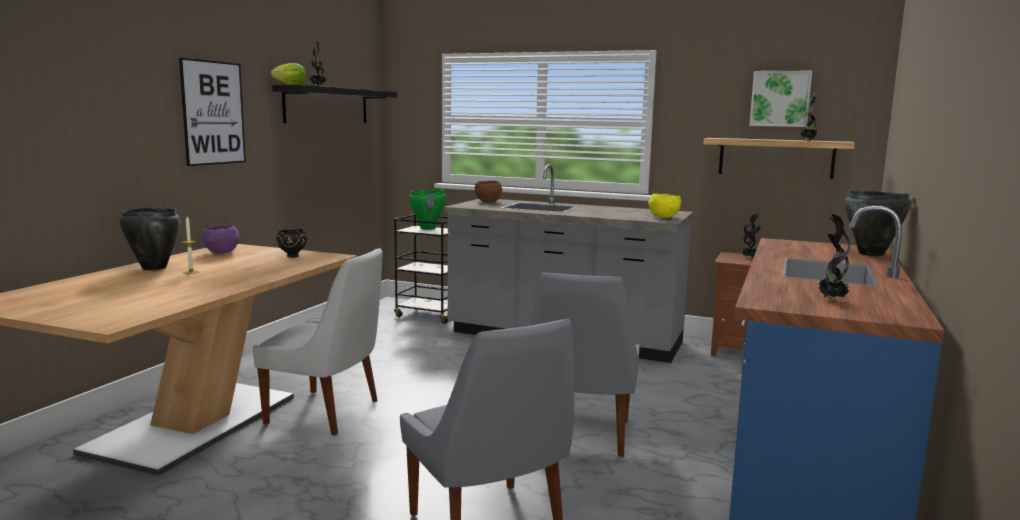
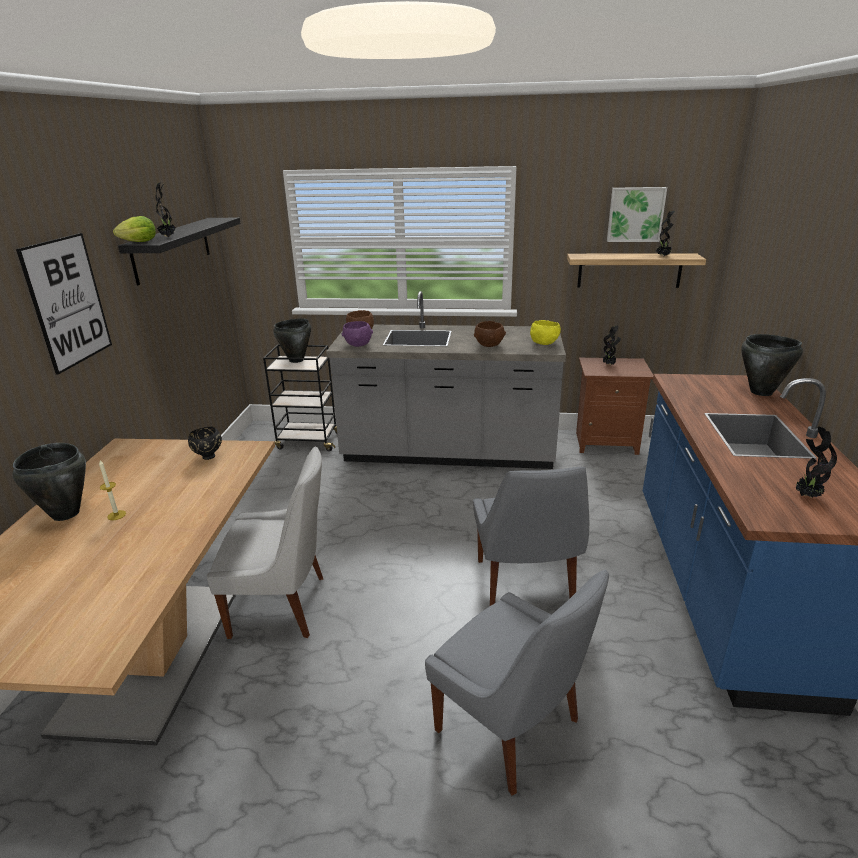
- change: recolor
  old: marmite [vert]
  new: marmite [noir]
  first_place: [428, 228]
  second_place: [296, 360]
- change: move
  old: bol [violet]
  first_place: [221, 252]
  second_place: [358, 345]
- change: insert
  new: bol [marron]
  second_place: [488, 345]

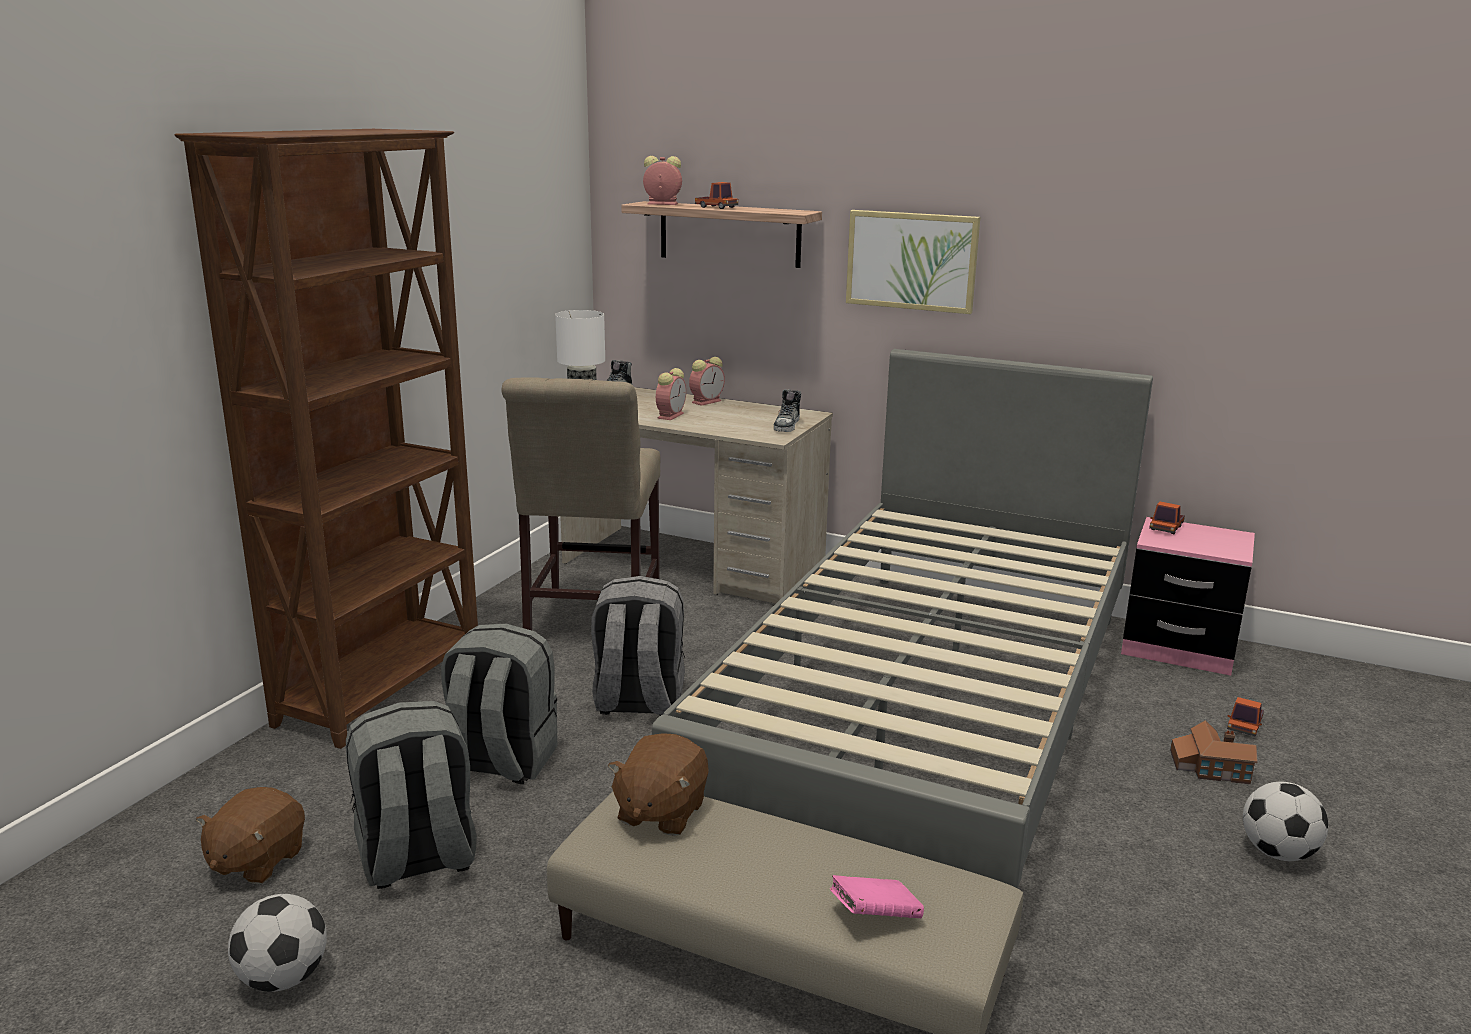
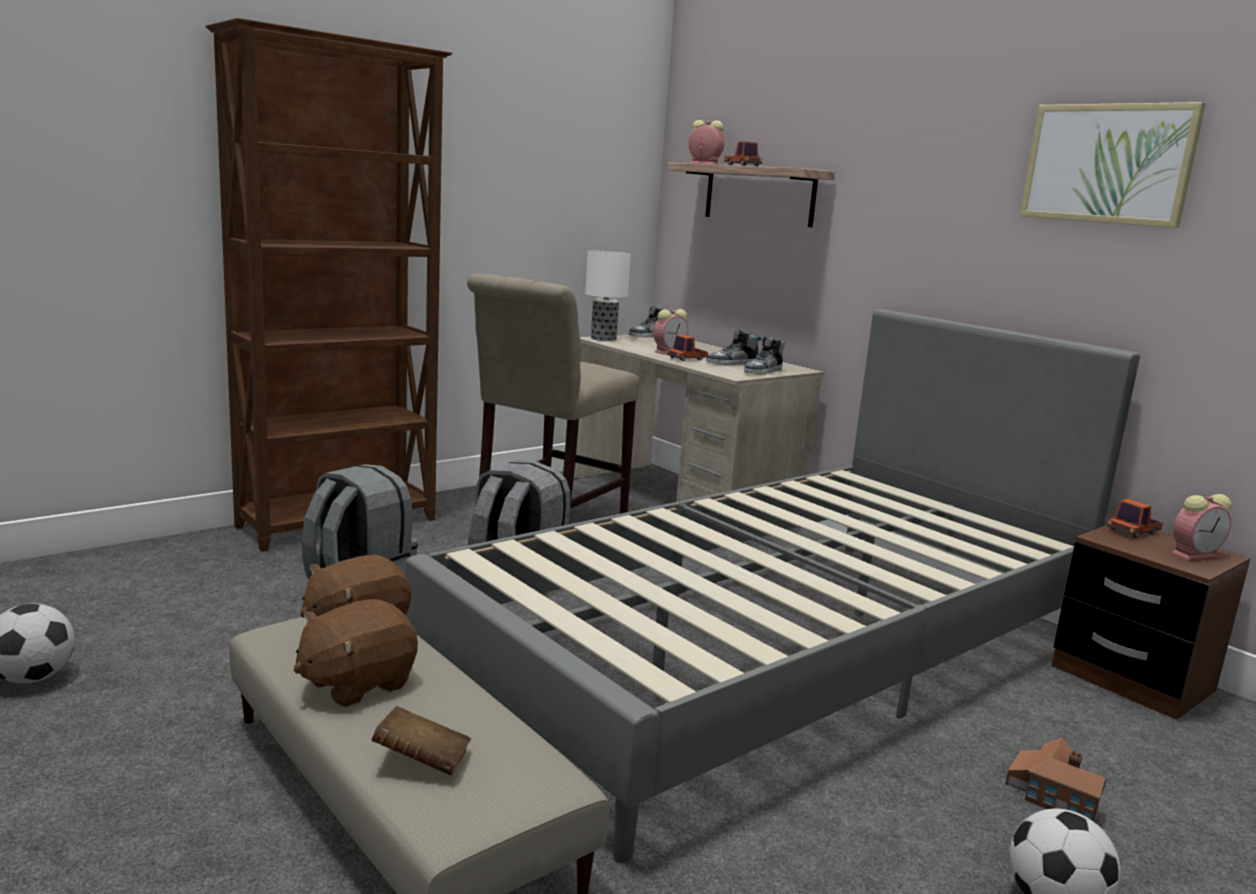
- change: move
  old: peluche [marron]
  first_place: [256, 861]
  second_place: [356, 683]
- change: recolor
  old: livre [rose]
  new: livre [marron]
  first_place: [875, 915]
  second_place: [422, 761]
- change: move
  old: camion jouet
  first_place: [1244, 726]
  second_place: [687, 359]
- change: insert
  new: chaussure
  second_place: [732, 363]
- change: move
  old: tableau
  first_place: [911, 261]
  second_place: [1108, 164]
- change: recolor
  old: table de chevet [rose]
  new: table de chevet [marron]
  first_place: [1178, 648]
  second_place: [1131, 679]
- change: move
  old: réveil
  first_place: [707, 401]
  second_place: [1195, 555]
- change: delete
  old: sac à dos [gris]
  first_place: [417, 859]

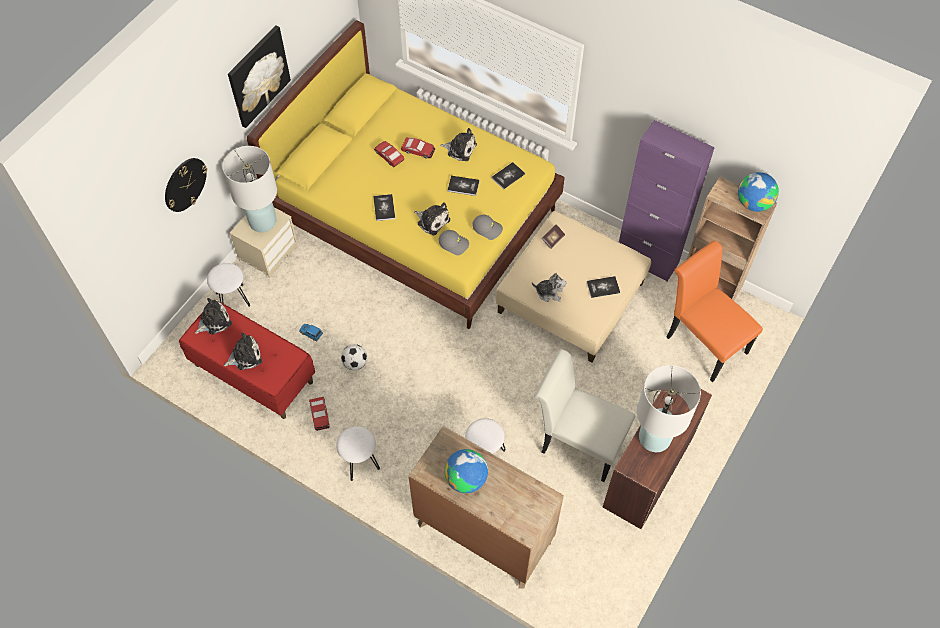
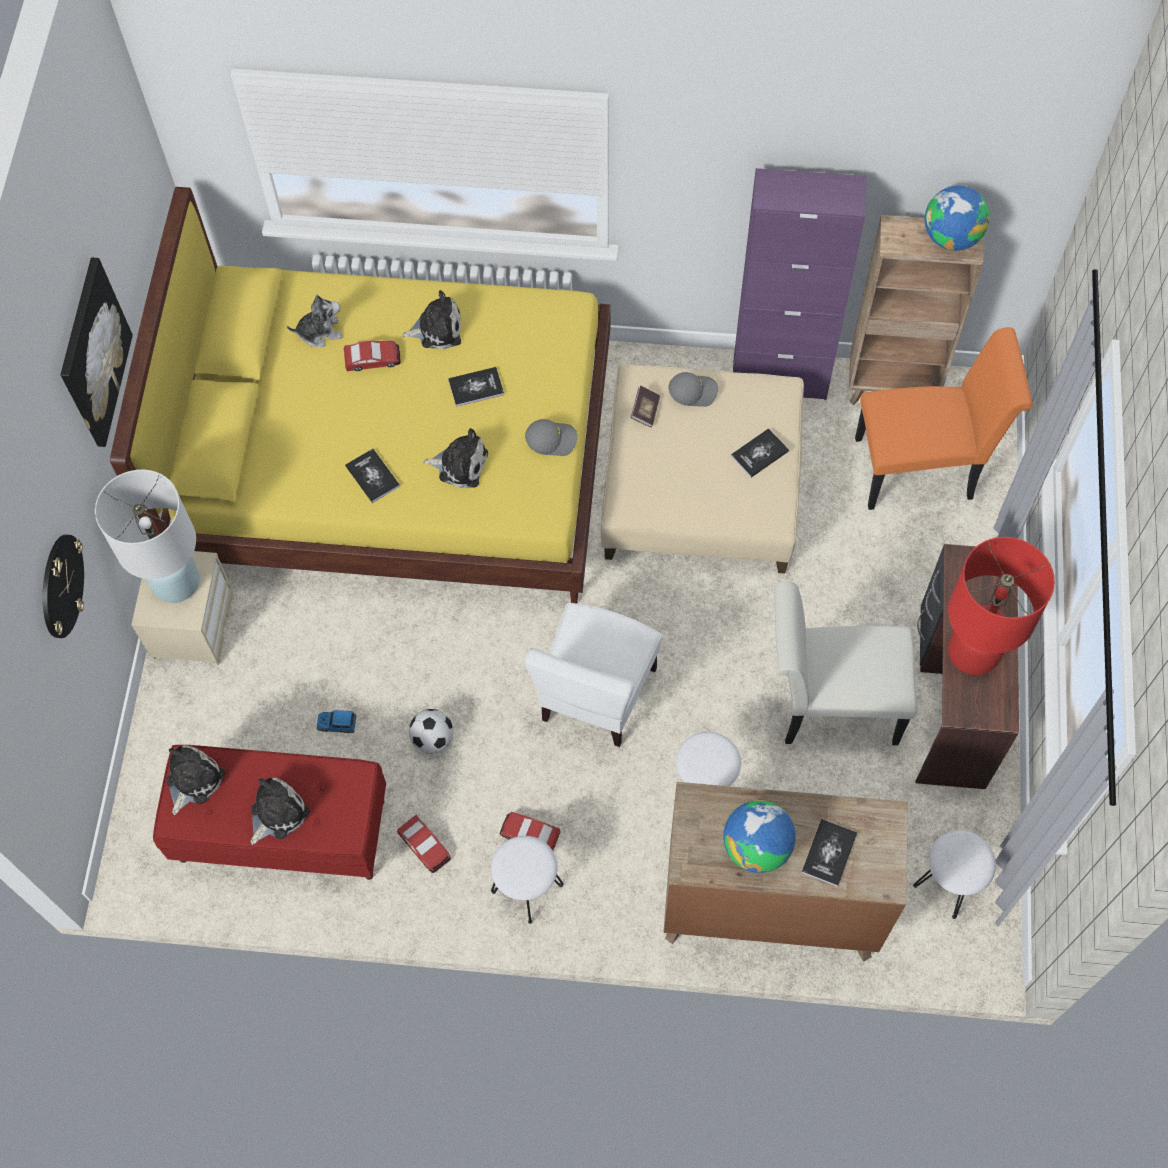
- change: move
  old: peluche
  first_place: [549, 292]
  second_place: [320, 332]
- change: move
  old: petite voiture
  first_place: [389, 156]
  second_place: [530, 834]
- change: insert
  new: chaise [blanc]
  second_place: [596, 694]
- change: move
  old: casquette [gris]
  first_place: [454, 244]
  second_place: [693, 391]
- change: move
  old: livre
  first_place: [508, 176]
  second_place: [829, 853]
- change: rotate
  old: chaise [orange]
  first_place: [702, 341]
  second_place: [923, 468]
  degrees: 150
- change: move
  old: tabouret [blanc]
  first_place: [233, 299]
  second_place: [949, 883]
- change: recolor
  old: lampe de table [blanc]
  new: lampe de table [rouge]
  first_place: [654, 437]
  second_place: [973, 651]

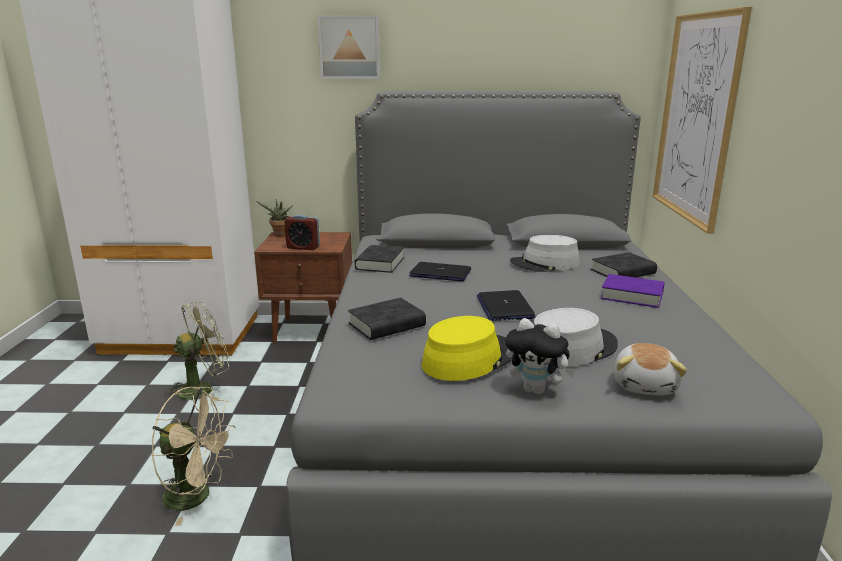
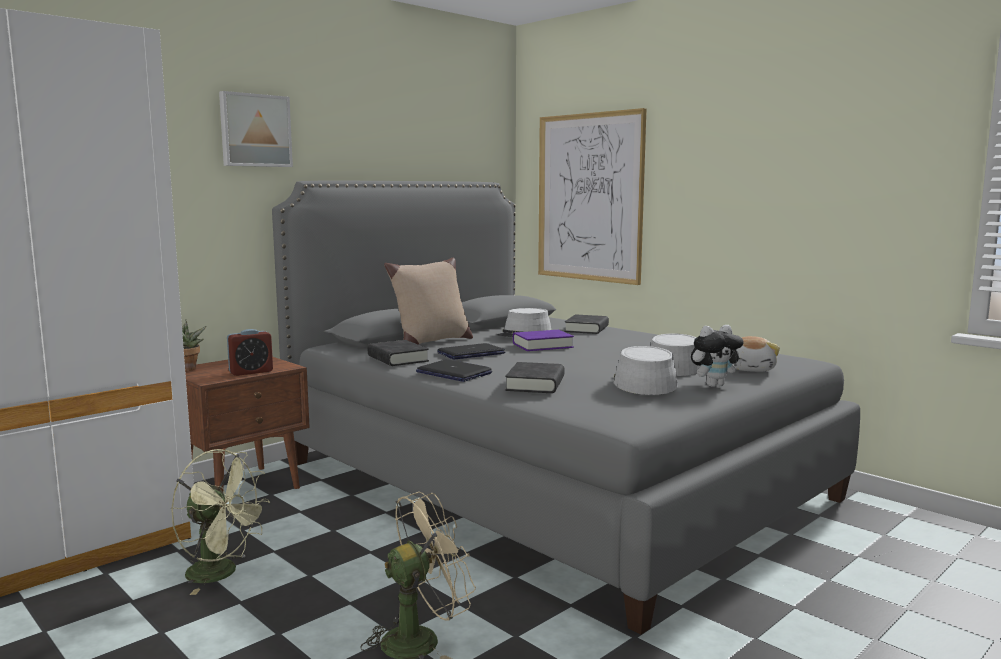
- change: rotate
  old: ventilateur [vert]
  first_place: [203, 388]
  second_place: [221, 574]
  degrees: 105
- change: insert
  new: coussin [beige]
  second_place: [431, 341]
- change: move
  old: ordinateur portable
  first_place: [504, 307]
  second_place: [453, 373]
- change: move
  old: livre [violet]
  first_place: [632, 296]
  second_place: [542, 345]
- change: recolor
  old: chapeau [jaune]
  new: chapeau [gris]
  first_place: [468, 358]
  second_place: [644, 382]
- change: rotate
  old: peluche
  first_place: [645, 385]
  second_place: [751, 369]
  degrees: 45

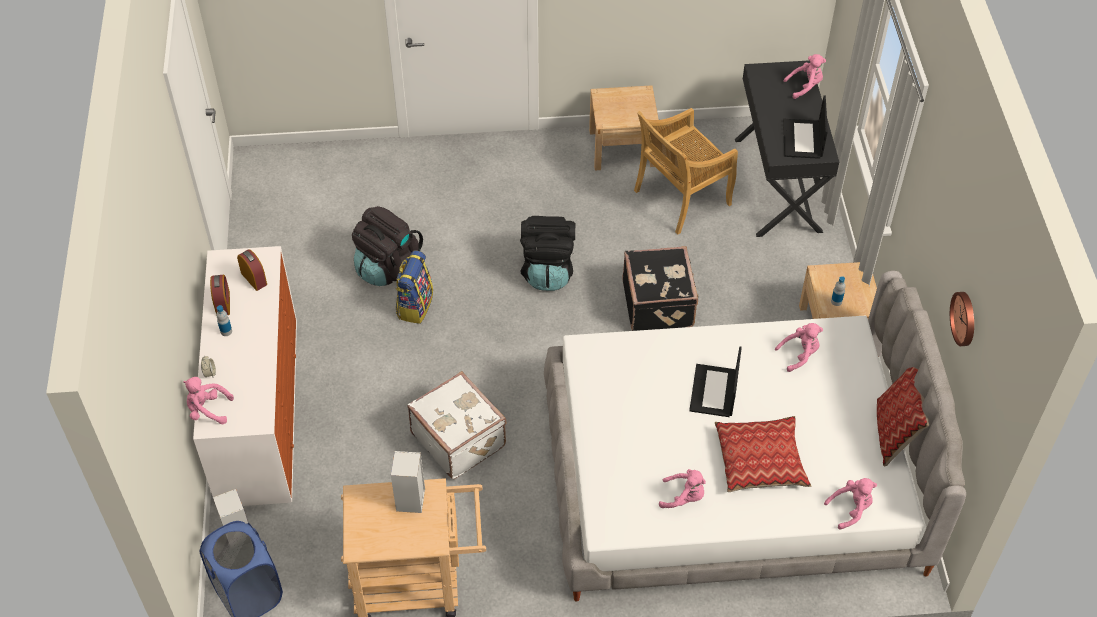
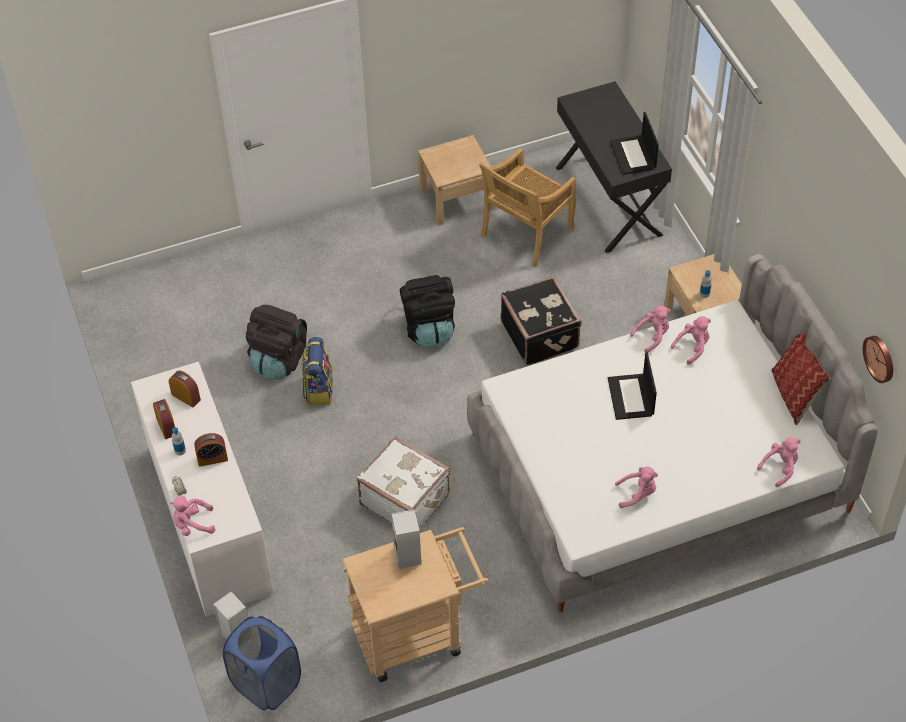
- change: insert
  new: réveil
  second_place: [212, 458]
- change: move
  old: peluche [rose]
  first_place: [805, 86]
  second_place: [652, 336]
- change: move
  old: horloge murale
  first_place: [965, 318]
  second_place: [880, 358]
- change: delete
  old: coussin
  first_place: [760, 460]

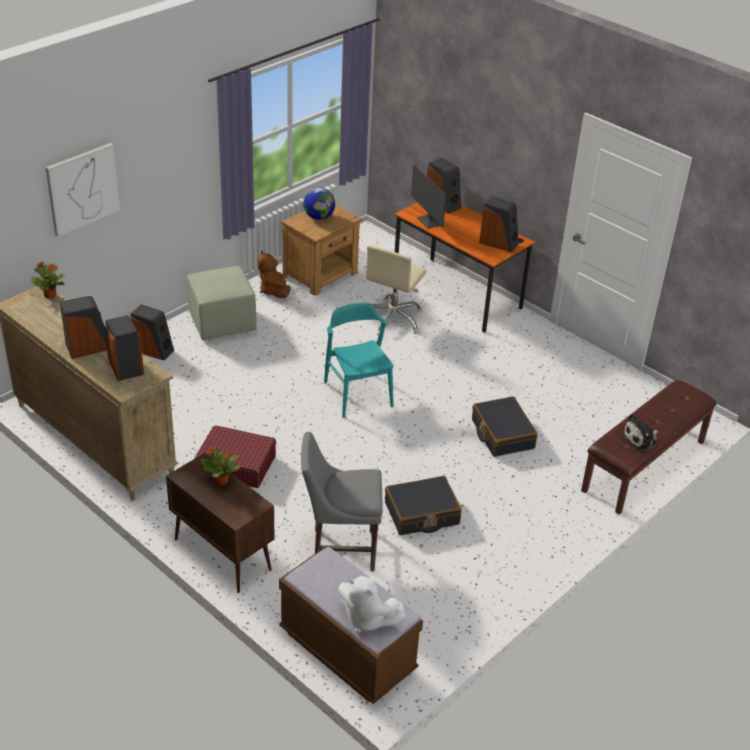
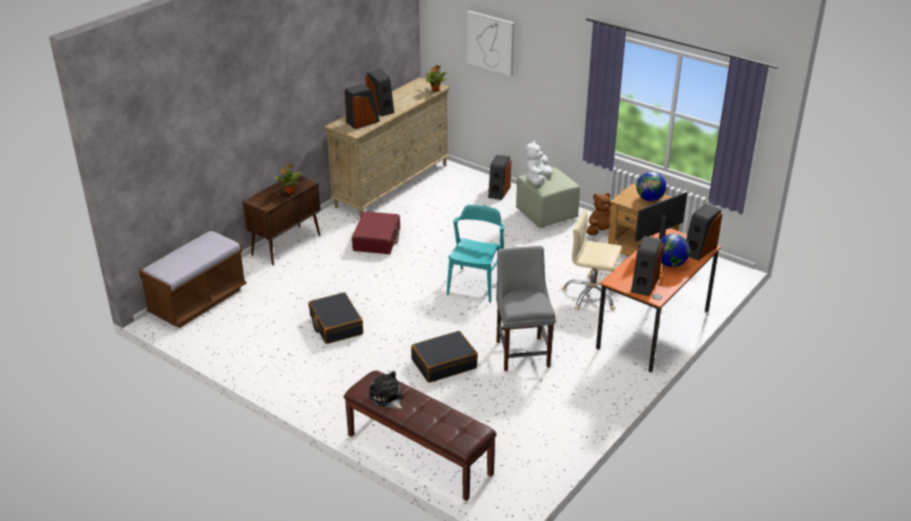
- change: rotate
  old: chaise [turquoise]
  first_place: [358, 394]
  second_place: [475, 285]
  degrees: -45
- change: move
  old: chaise [gris]
  first_place: [339, 549]
  second_place: [522, 351]
- change: move
  old: peluche [blanc]
  first_place: [366, 619]
  second_place: [537, 180]
- change: insert
  new: globe
  second_place: [670, 264]

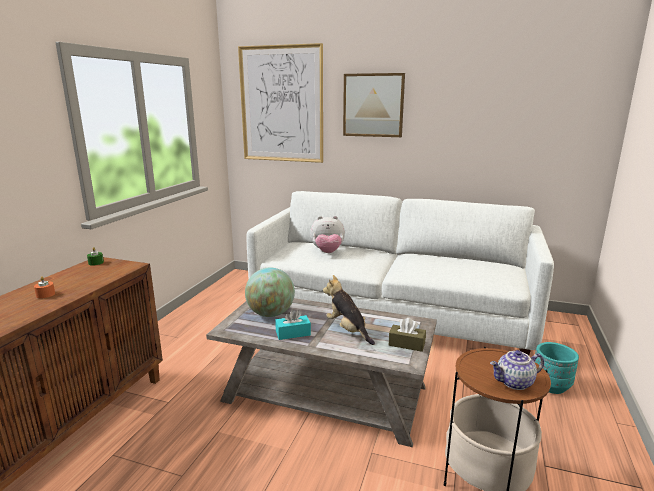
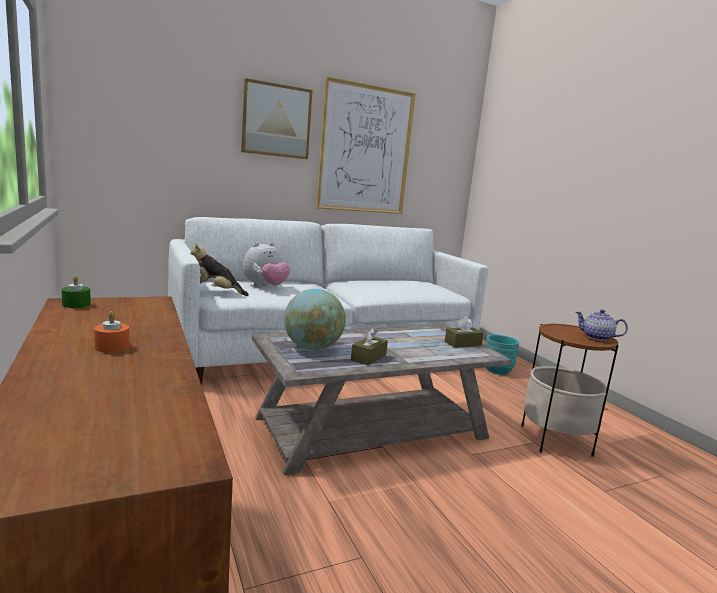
- change: move
  old: peluche
  first_place: [347, 330]
  second_place: [216, 292]
- change: move
  old: tableau
  first_place: [281, 104]
  second_place: [365, 150]
- change: recolor
  old: boîte à mouchoirs [turquoise]
  new: boîte à mouchoirs [marron]
  first_place: [293, 333]
  second_place: [368, 357]
- change: rotate
  old: théière
  first_place: [514, 383]
  second_place: [596, 337]
  degrees: 90

